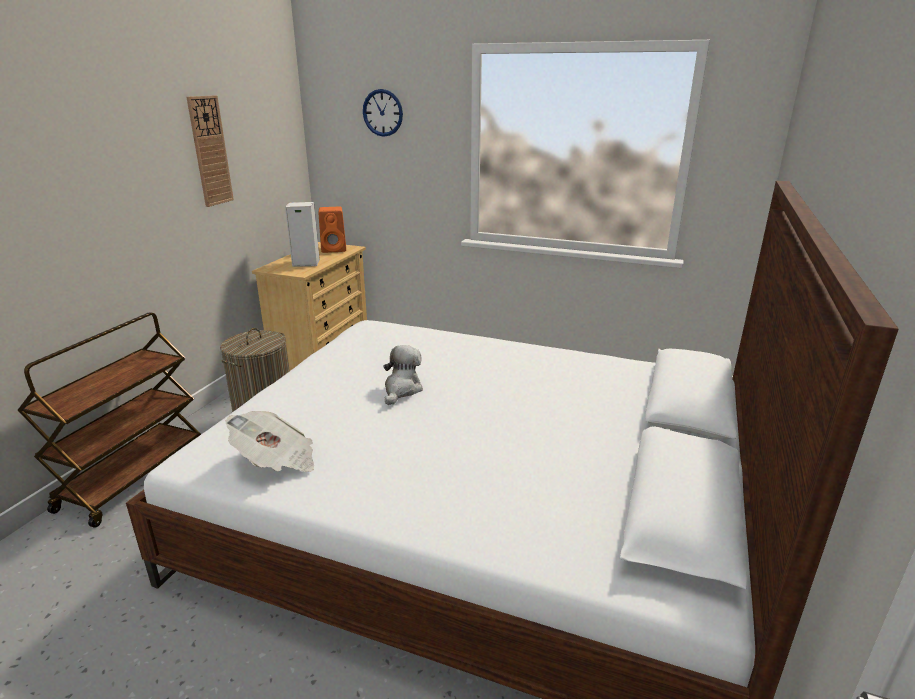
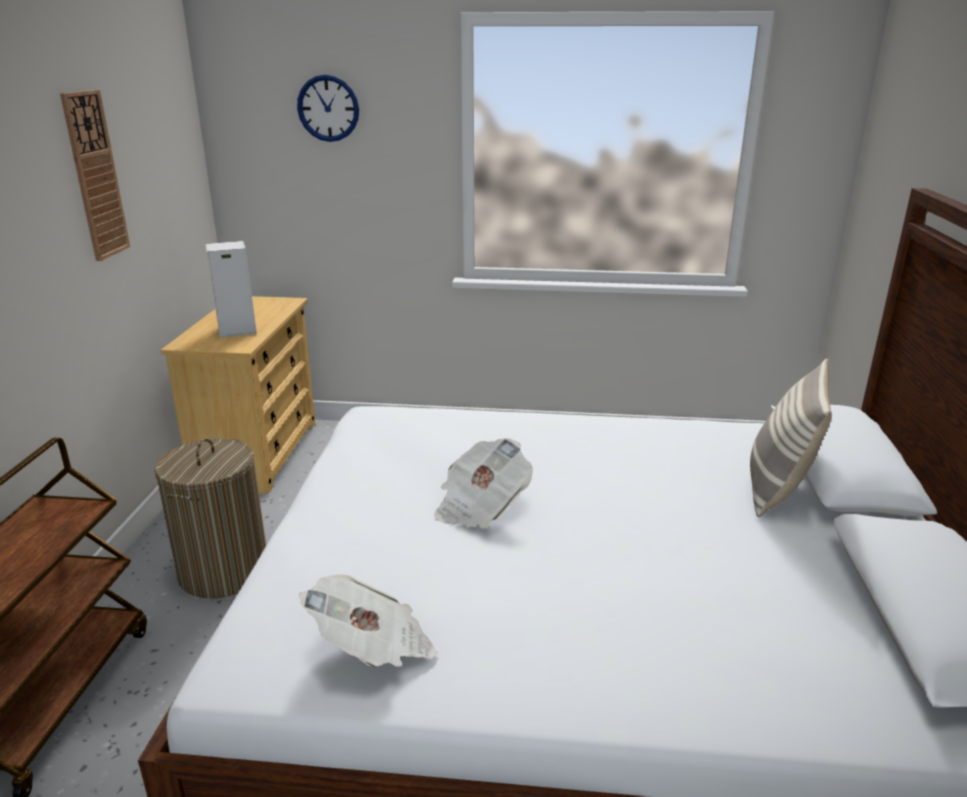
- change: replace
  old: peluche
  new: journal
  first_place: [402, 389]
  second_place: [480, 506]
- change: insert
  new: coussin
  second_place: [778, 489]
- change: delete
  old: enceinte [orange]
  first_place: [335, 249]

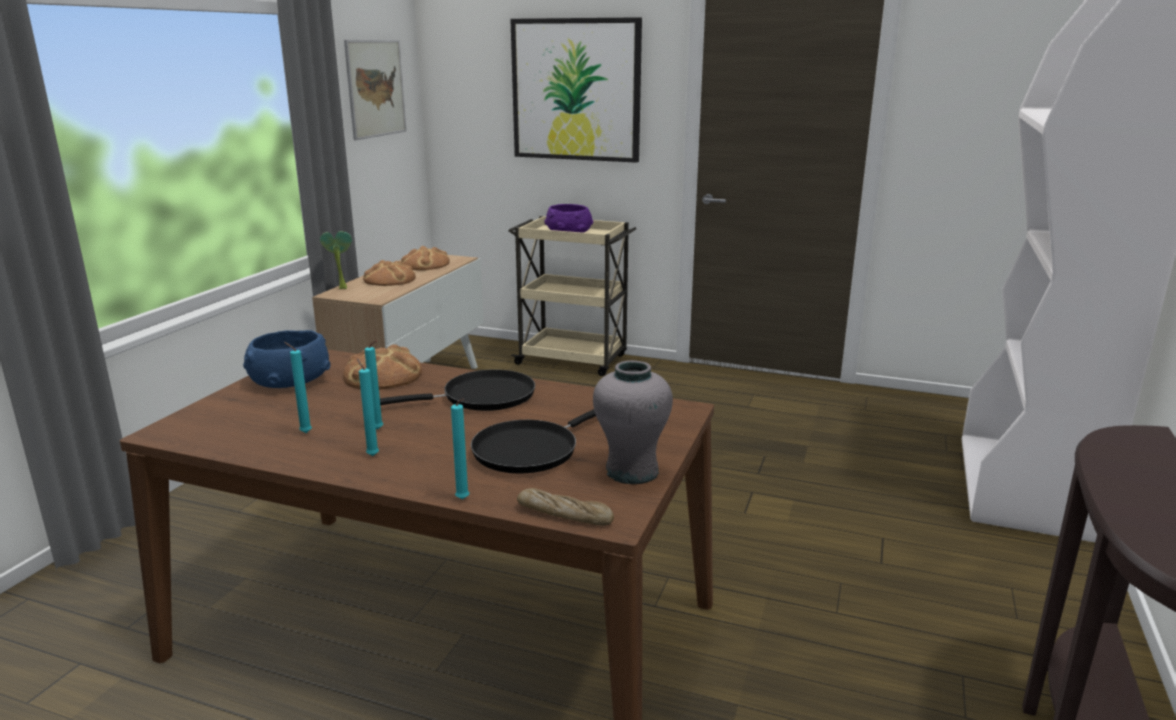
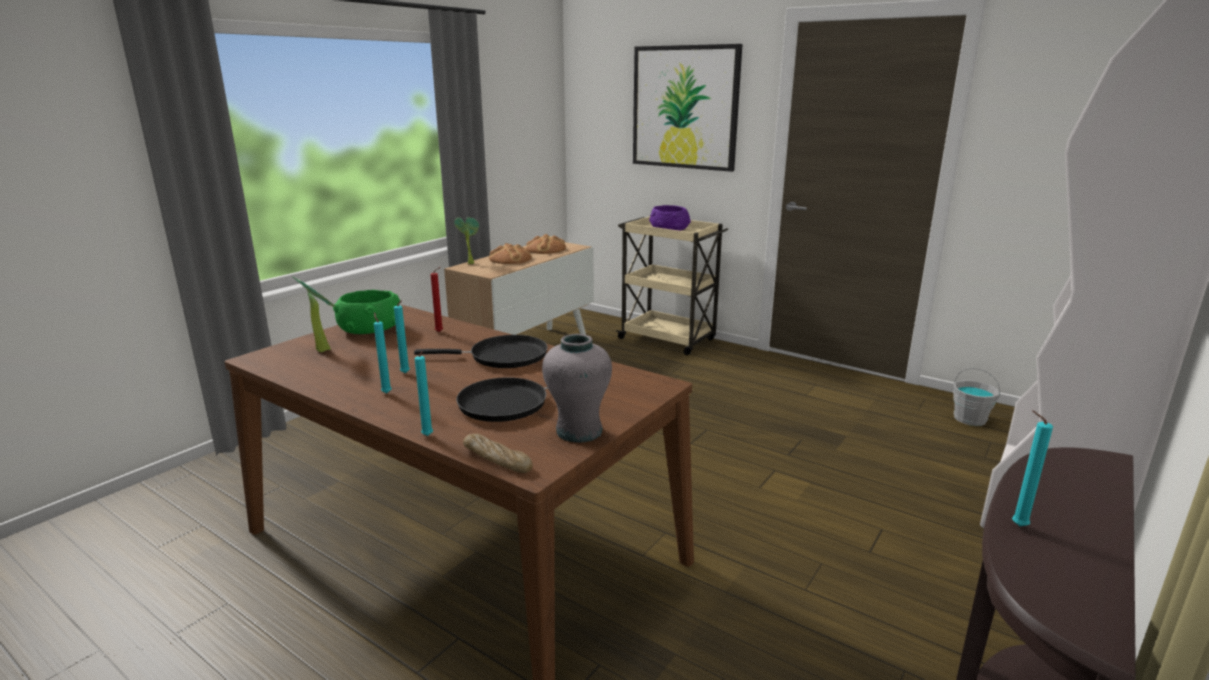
- change: insert
  new: plante en pot
  second_place: [324, 349]
- change: recolor
  old: bol [bleu]
  new: bol [vert]
  first_place: [289, 381]
  second_place: [369, 329]
- change: replace
  old: pain
  new: bougie [rouge]
  first_place: [383, 375]
  second_place: [440, 332]
- change: insert
  new: seau [gris]
  second_place: [970, 419]
- change: move
  old: bougie [turquoise]
  first_place: [304, 433]
  second_place: [1016, 525]
- change: delete
  old: tableau
  first_place: [376, 88]

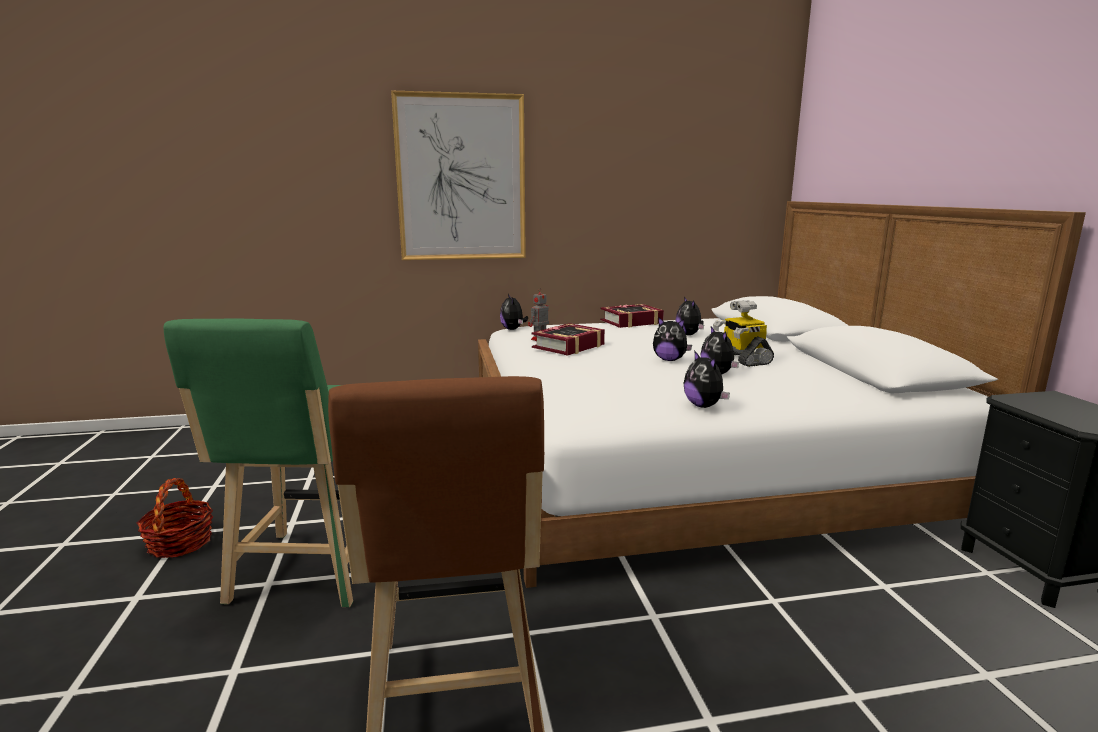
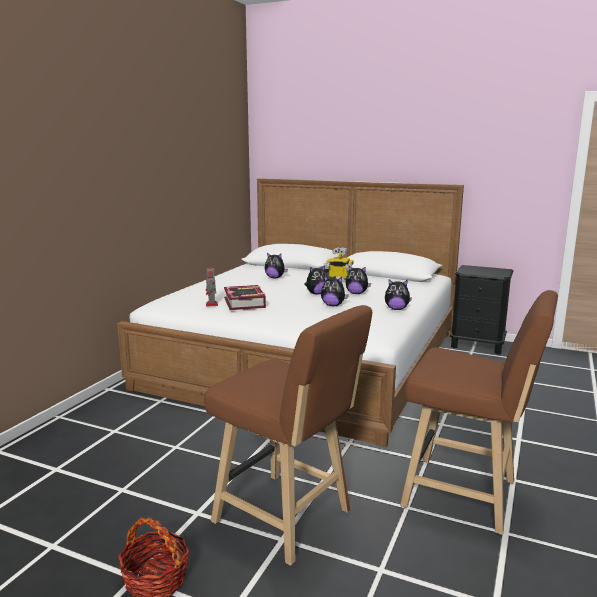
- change: recolor
  old: tabouret [vert]
  new: tabouret [marron]
  first_place: [307, 574]
  second_place: [288, 519]
- change: move
  old: peluche
  first_place: [513, 329]
  second_place: [333, 305]
- change: delete
  old: tableau
  first_place: [461, 178]
- change: delete
  old: livre
  first_place: [631, 322]

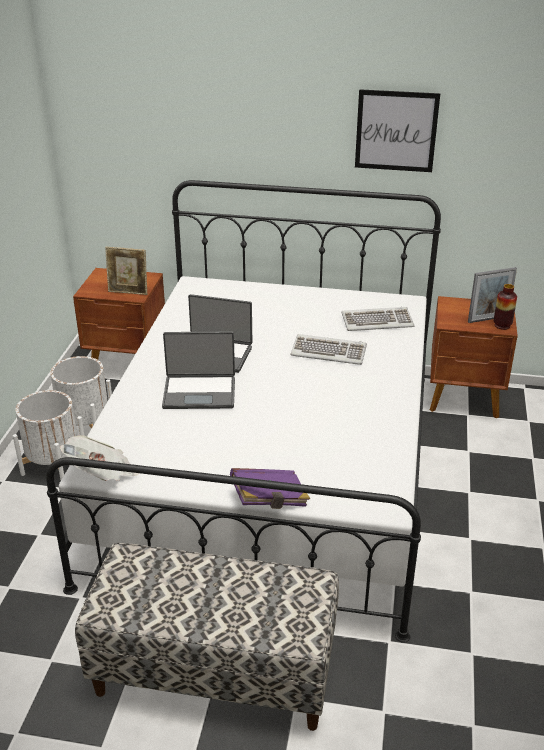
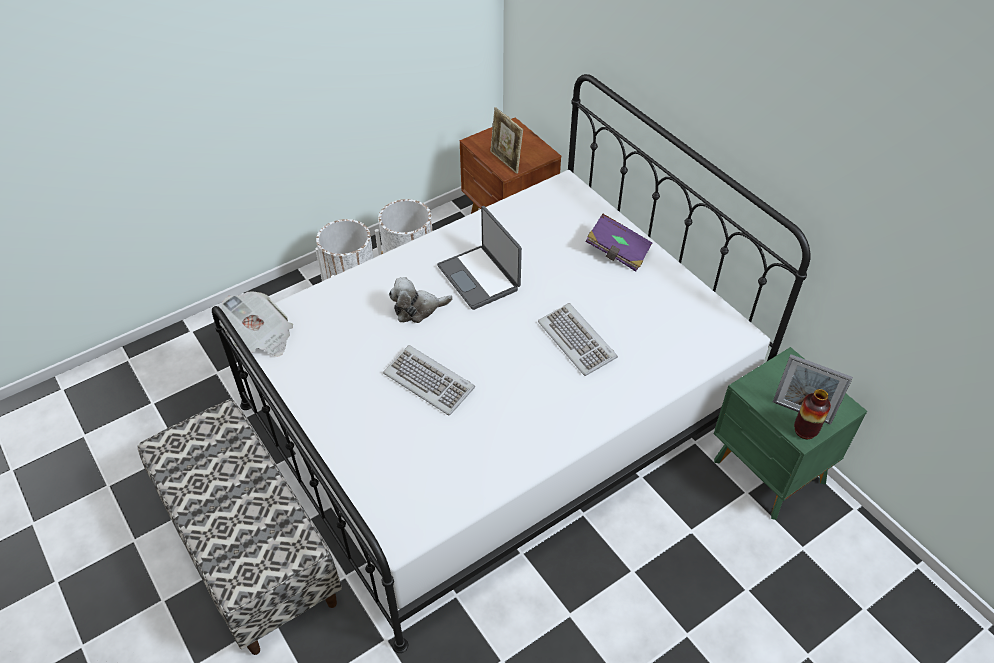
- change: move
  old: clavier
  first_place: [377, 321]
  second_place: [429, 381]
- change: replace
  old: ordinateur portable
  new: peluche
  first_place: [199, 392]
  second_place: [418, 309]
- change: move
  old: livre [violet]
  first_place: [269, 499]
  second_place: [617, 252]
- change: recolor
  old: table de chevet [marron]
  new: table de chevet [vert]
  first_place: [465, 399]
  second_place: [768, 473]
- change: delete
  old: tableau
  first_place: [396, 131]

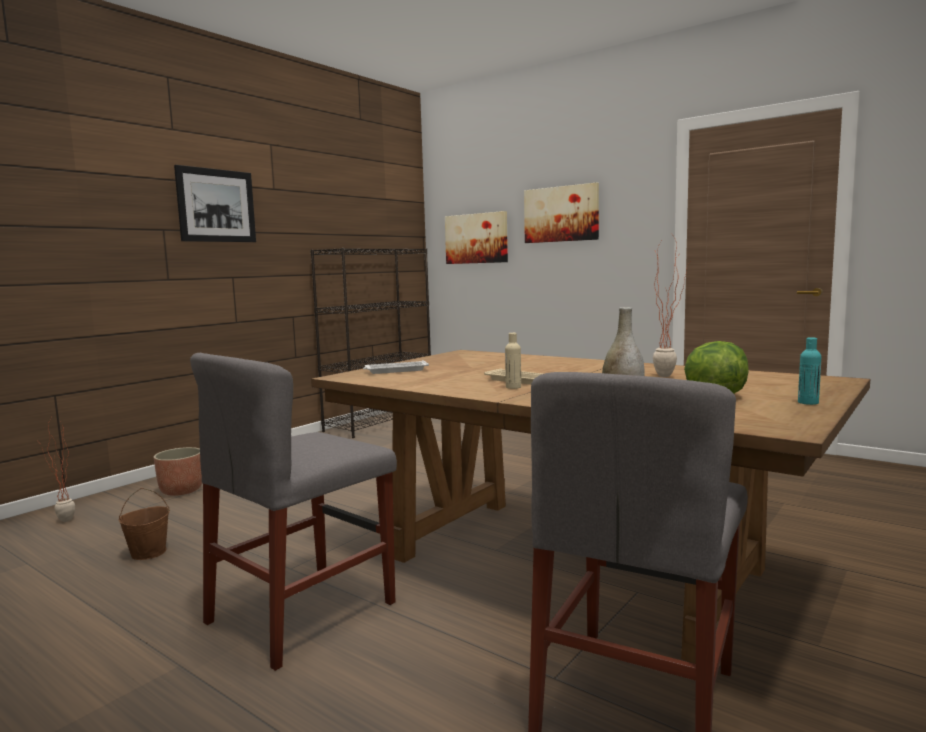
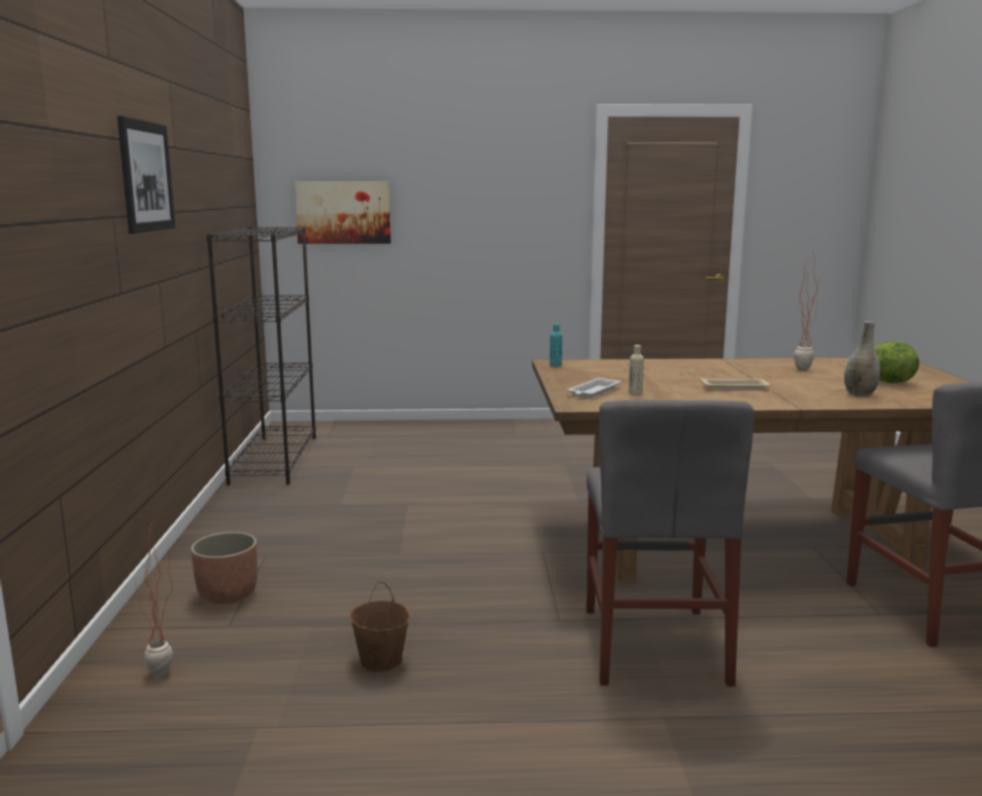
- change: move
  old: bouteille [turquoise]
  first_place: [808, 402]
  second_place: [555, 365]
- change: move
  old: bouteille [beige]
  first_place: [513, 387]
  second_place: [635, 393]
- change: delete
  old: tableau
  first_place: [561, 214]

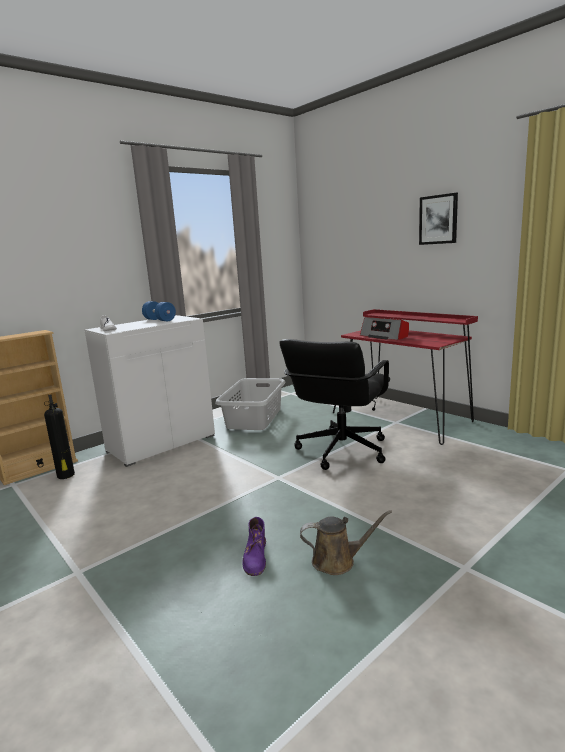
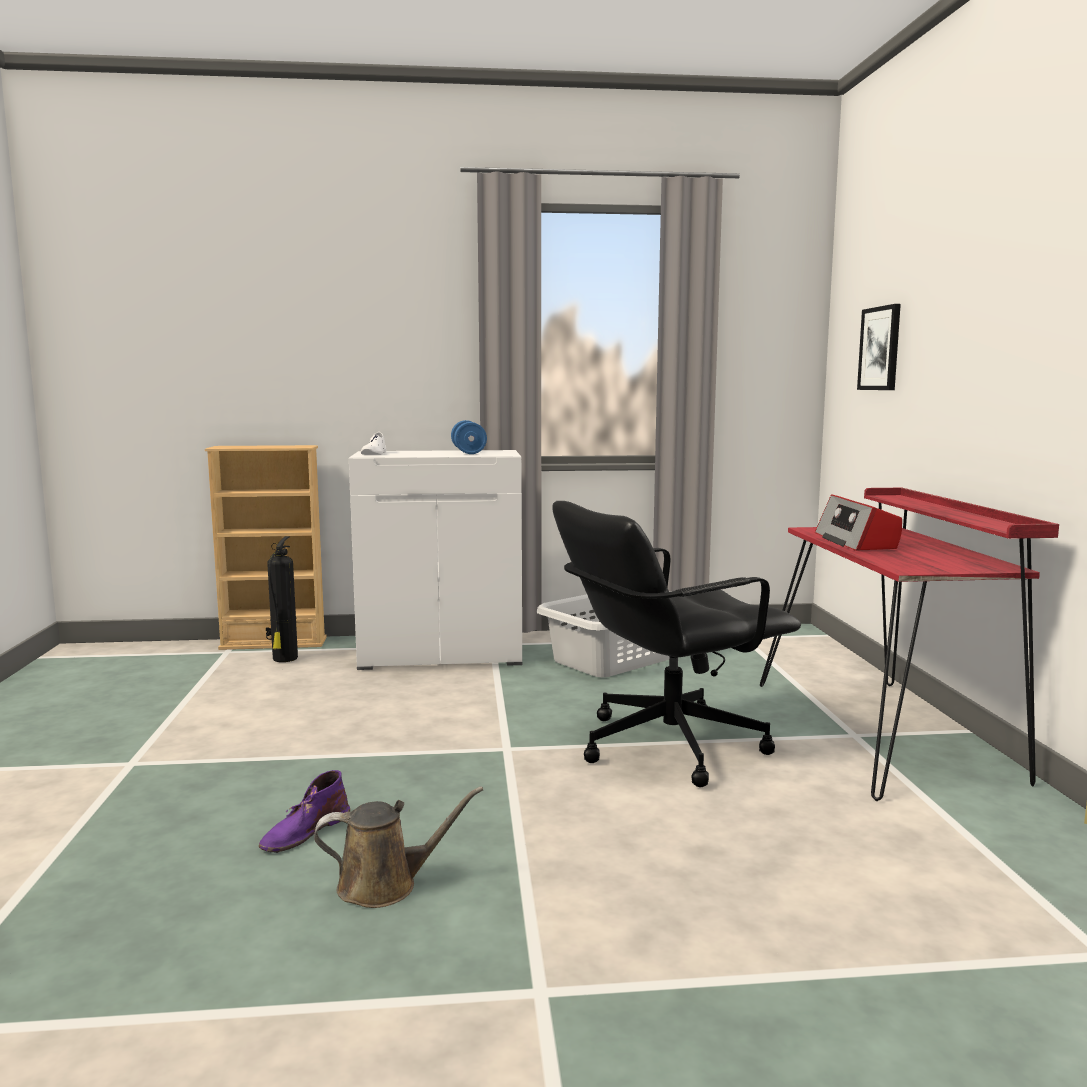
- change: rotate
  old: arrosoir [marron]
  first_place: [337, 561]
  second_place: [385, 885]
  degrees: -45
- change: move
  old: tableau
  first_place: [438, 219]
  second_place: [880, 348]

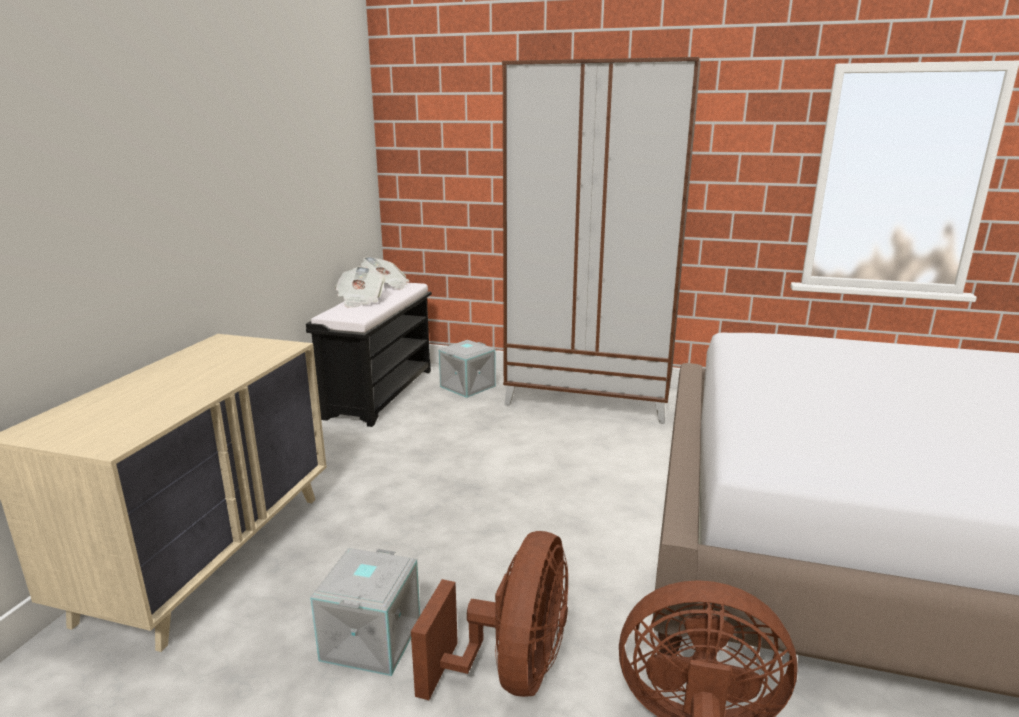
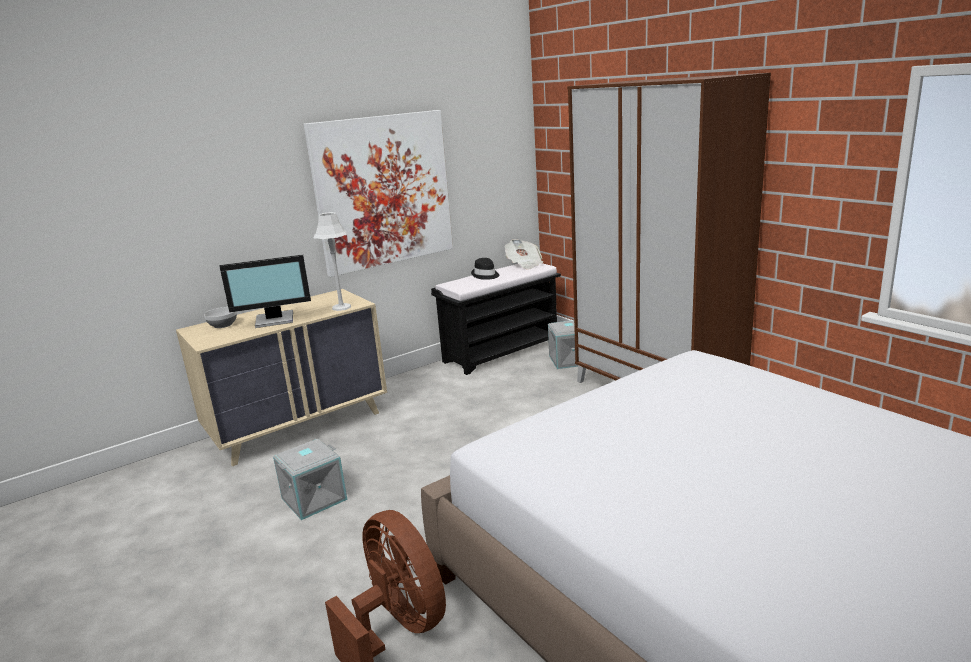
- change: insert
  new: bol
  second_place: [222, 325]
- change: insert
  new: écran d'ordinateur
  second_place: [275, 320]
- change: insert
  new: tableau
  second_place: [383, 191]
- change: insert
  new: lampe de table [gris]
  second_place: [341, 307]
- change: replace
  old: journal
  new: chapeau [noir]
  first_place: [360, 300]
  second_place: [485, 275]
- change: delete
  old: ventilateur [marron]
  first_place: [511, 670]

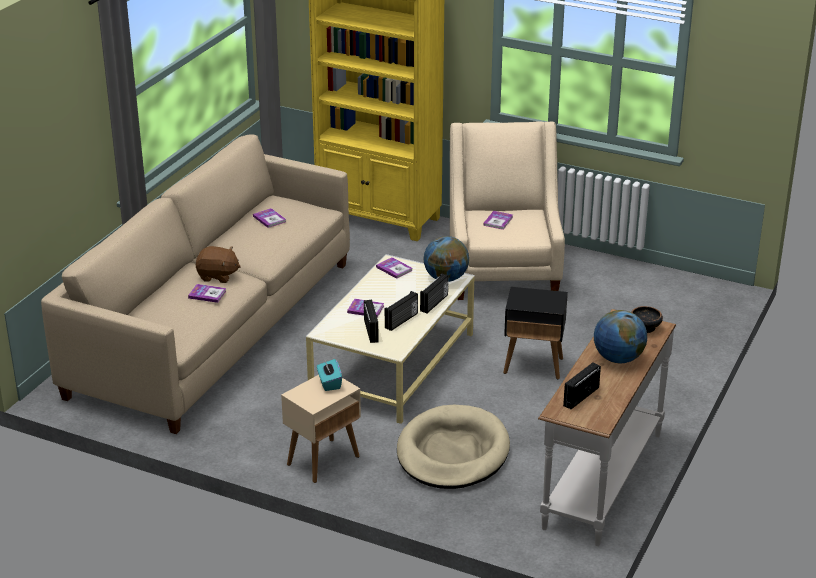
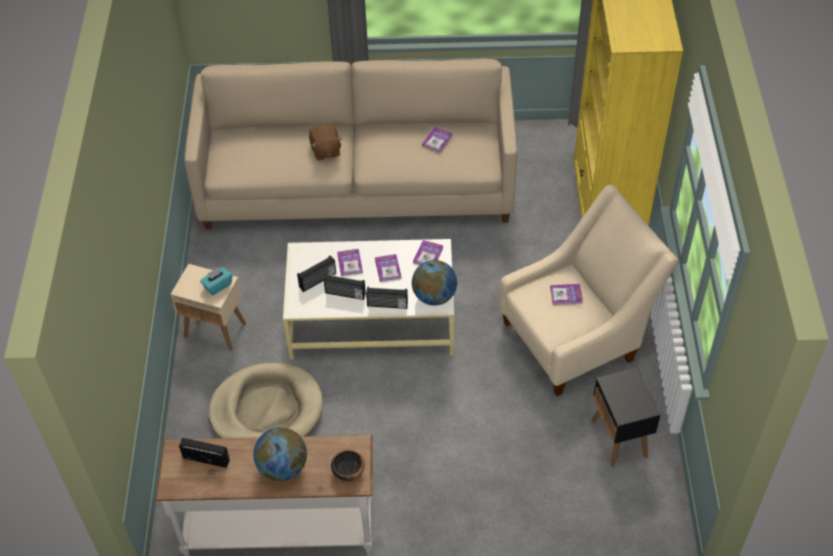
- change: move
  old: livre
  first_place: [207, 294]
  second_place: [388, 268]
- change: move
  old: table d'appoint [noir]
  first_place: [534, 366]
  second_place: [619, 439]

